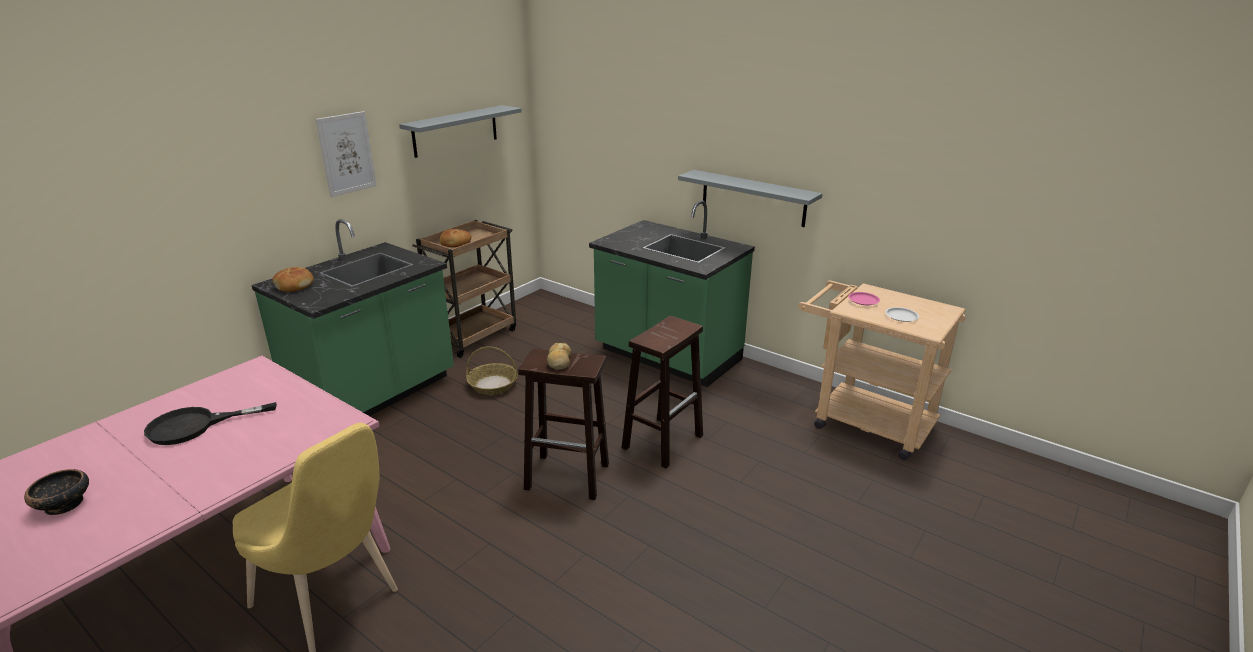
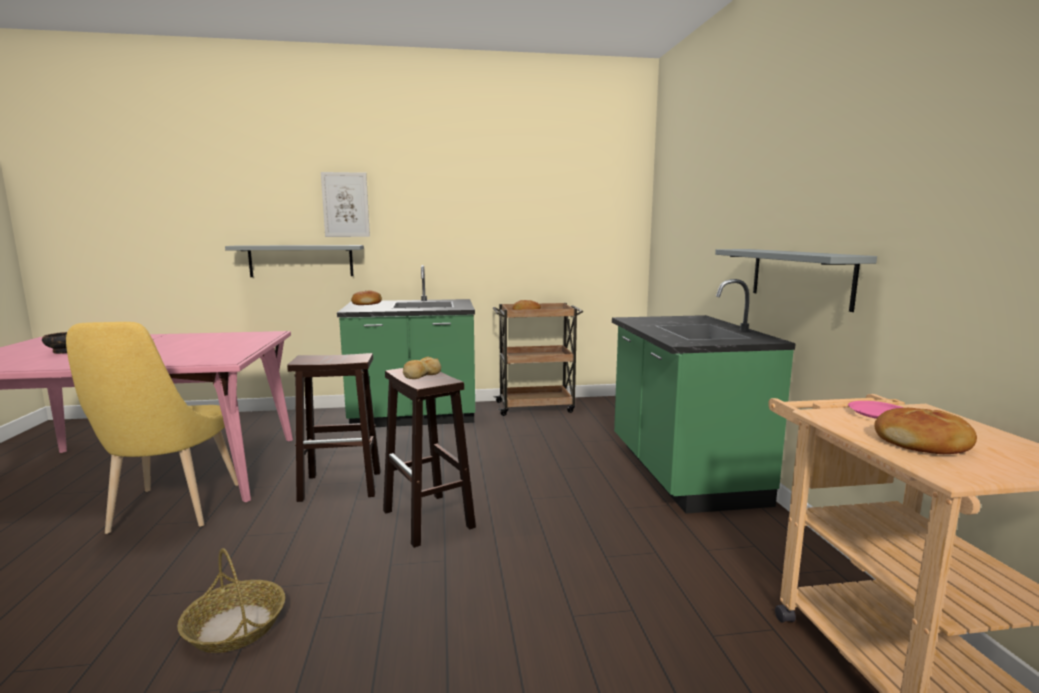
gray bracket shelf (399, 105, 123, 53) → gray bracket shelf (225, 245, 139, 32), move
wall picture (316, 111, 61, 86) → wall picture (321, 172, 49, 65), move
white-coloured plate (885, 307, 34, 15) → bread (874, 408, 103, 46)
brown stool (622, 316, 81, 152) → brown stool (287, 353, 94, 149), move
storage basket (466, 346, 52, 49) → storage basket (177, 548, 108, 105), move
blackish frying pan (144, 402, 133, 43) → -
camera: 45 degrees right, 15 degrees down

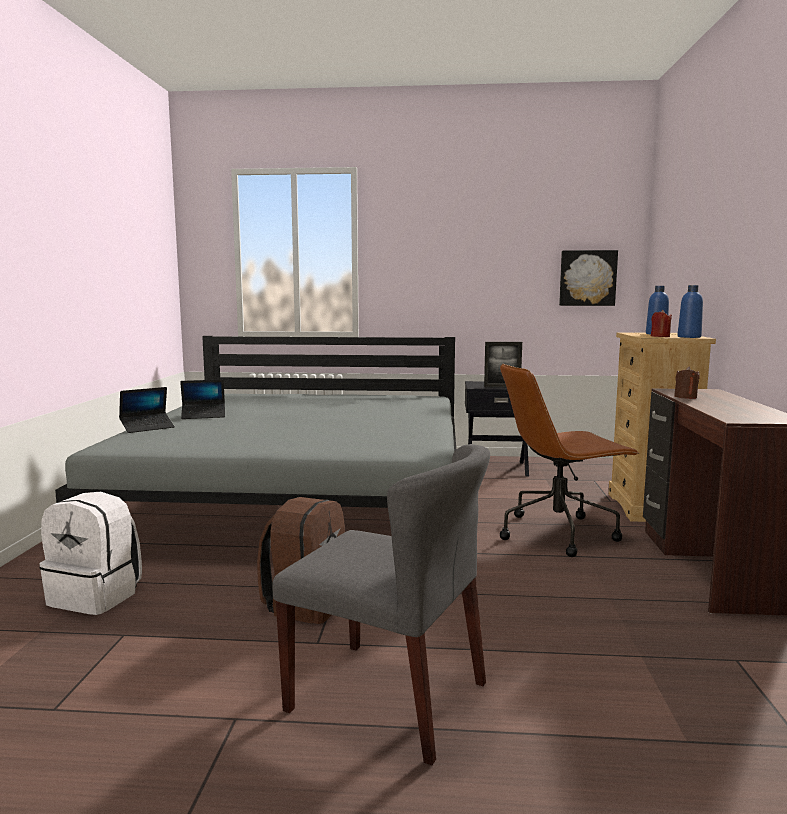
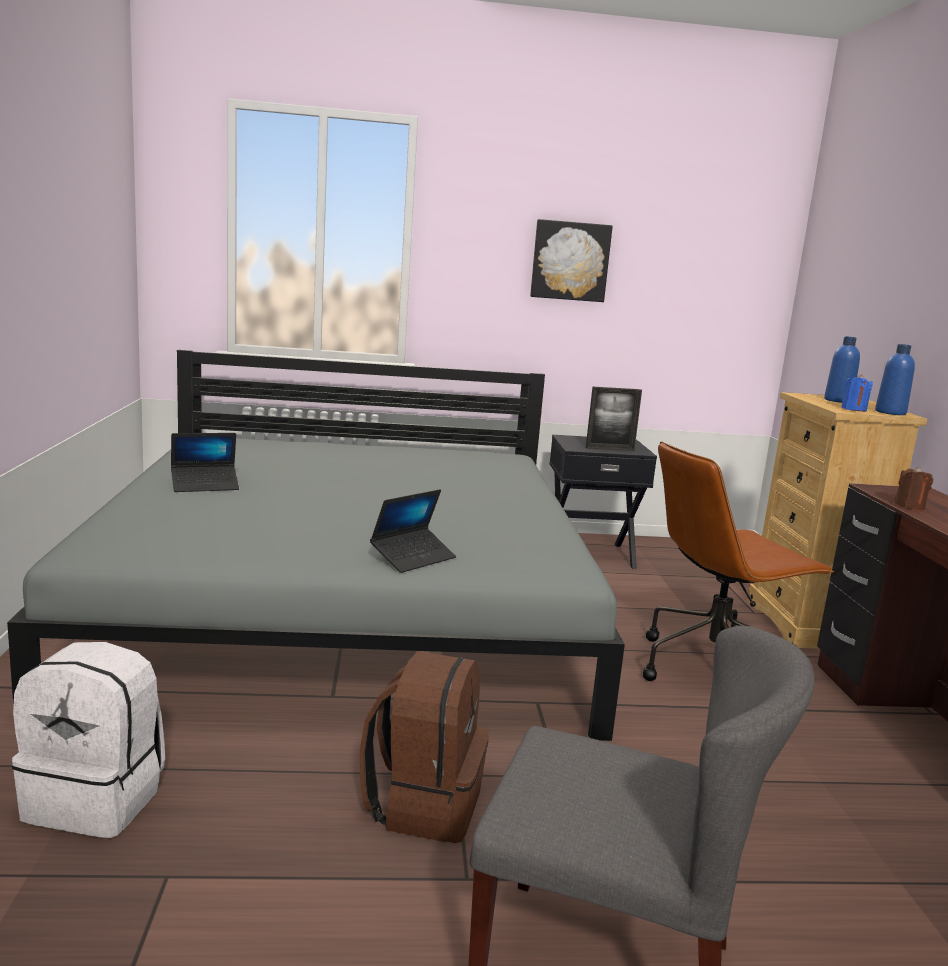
wall picture (559, 250, 59, 56) → wall picture (530, 219, 83, 83), move
red-coloured wax light (651, 310, 21, 27) → blue wax light (841, 374, 32, 38)
laptop (119, 387, 56, 46) → laptop (370, 489, 86, 84), move
camera: 10 degrees left, 5 degrees up

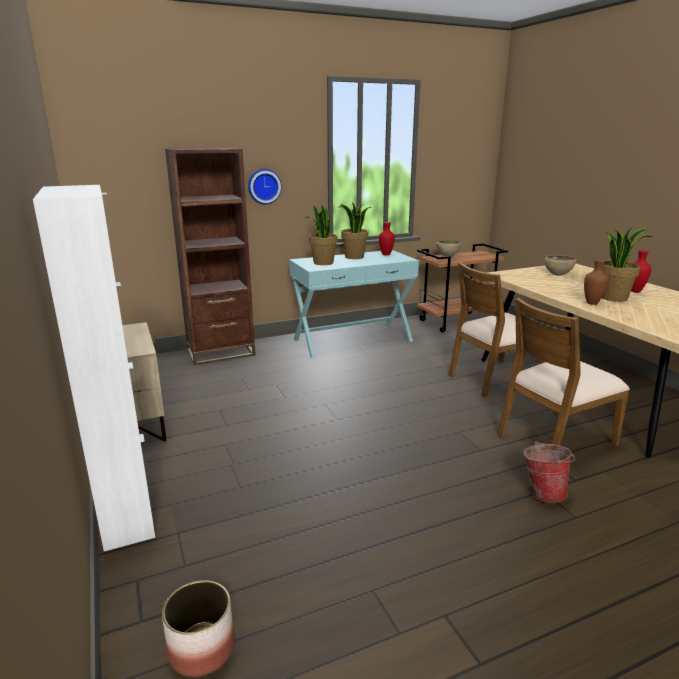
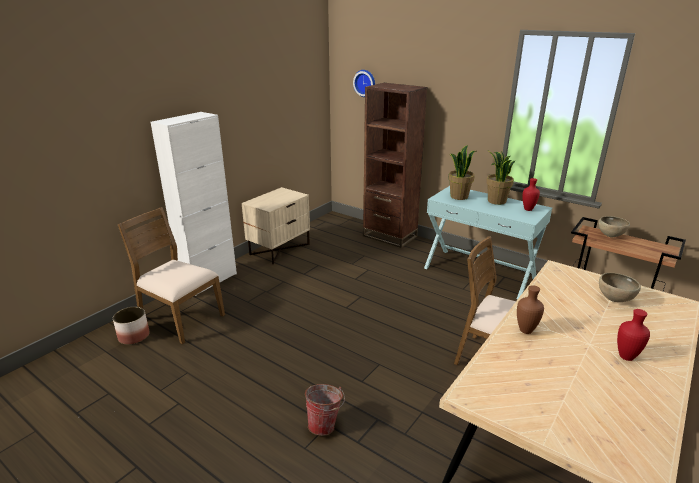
wall clock (248, 169, 34, 35) → wall clock (353, 70, 22, 27), move
houseplant (602, 228, 50, 74) → -
brown plain chair (498, 298, 132, 149) → brown plain chair (118, 207, 107, 137), move
camera: 60 degrees right, 5 degrees up

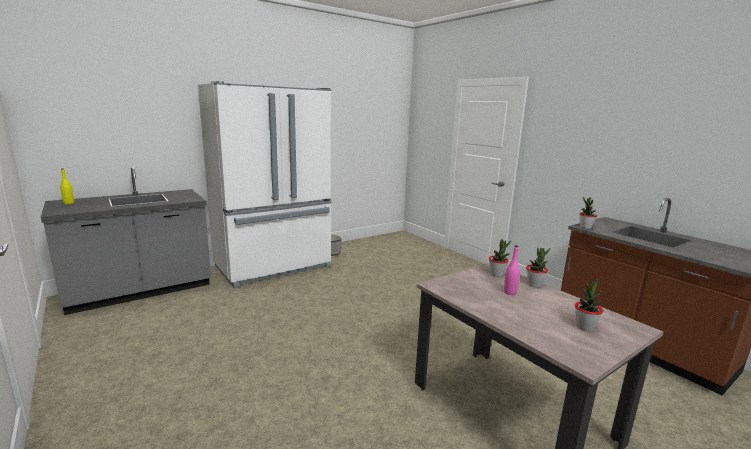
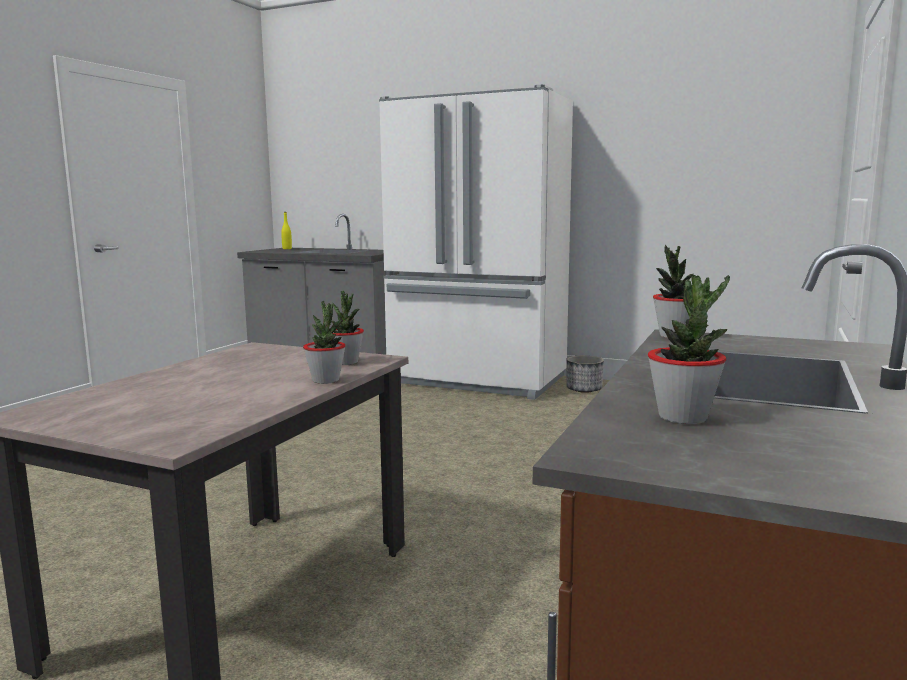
pink bottle (504, 245, 16, 50) → -
houseplant (575, 279, 28, 52) → houseplant (648, 275, 82, 149), move
camera: 60 degrees right, 5 degrees down

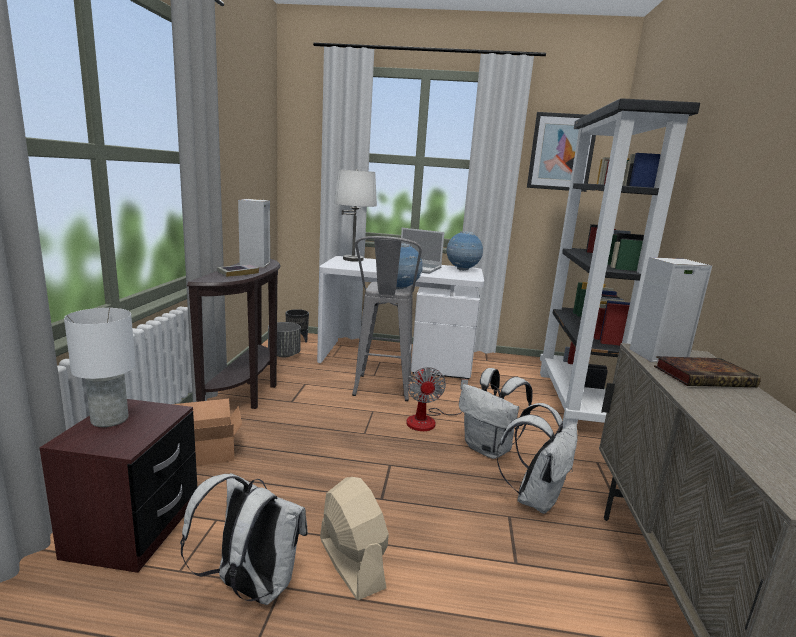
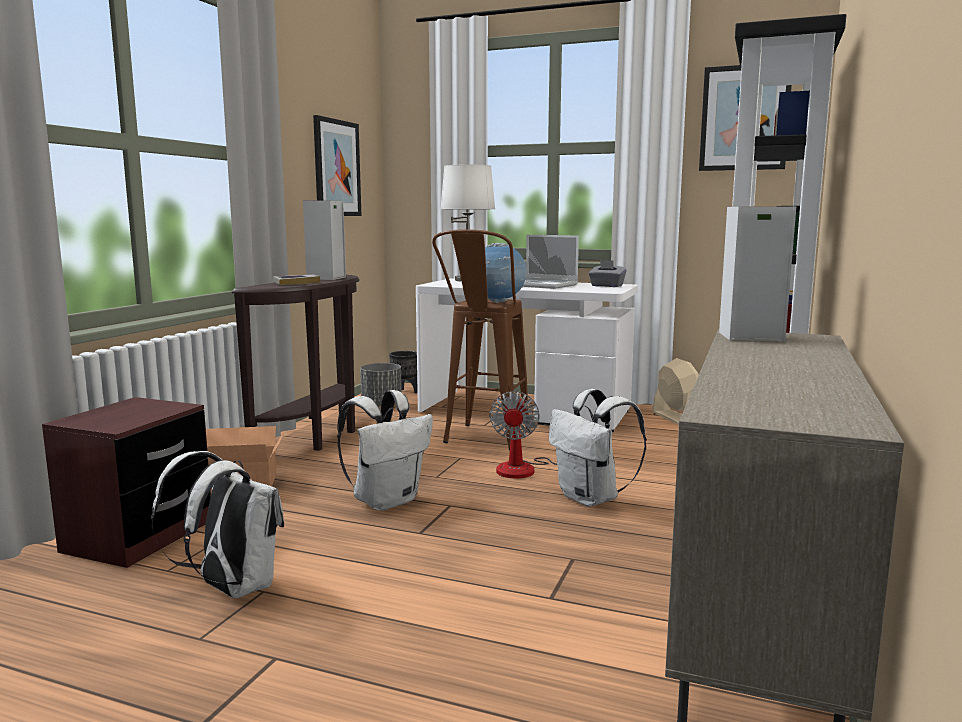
world globe (447, 231, 36, 40) → gray box of tissues (589, 260, 38, 27)
gray stool (352, 236, 70, 165) → brown stool (432, 229, 98, 221)
white-coloured table lamp (64, 308, 72, 119) → -
volume (654, 356, 107, 31) → -
white-coloured rucksack (496, 403, 82, 111) → white-coloured rucksack (337, 390, 96, 121), move
beige-coloured cooling fan (320, 477, 69, 123) → beige-coloured cooling fan (652, 358, 47, 67), move
- → wall picture (313, 115, 49, 101)
camera: 15 degrees right, 5 degrees down

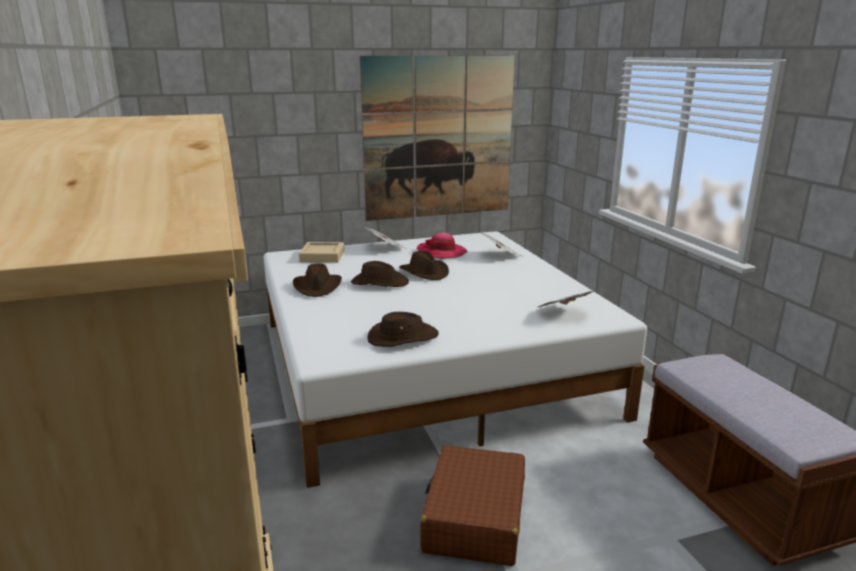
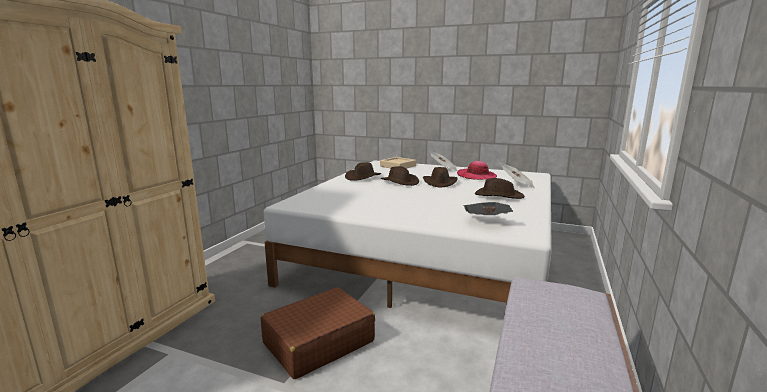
wall picture (360, 55, 155, 166) → -
brown wearable hat (367, 312, 72, 35) → brown wearable hat (475, 178, 50, 21), move
camera: 40 degrees right, 5 degrees down

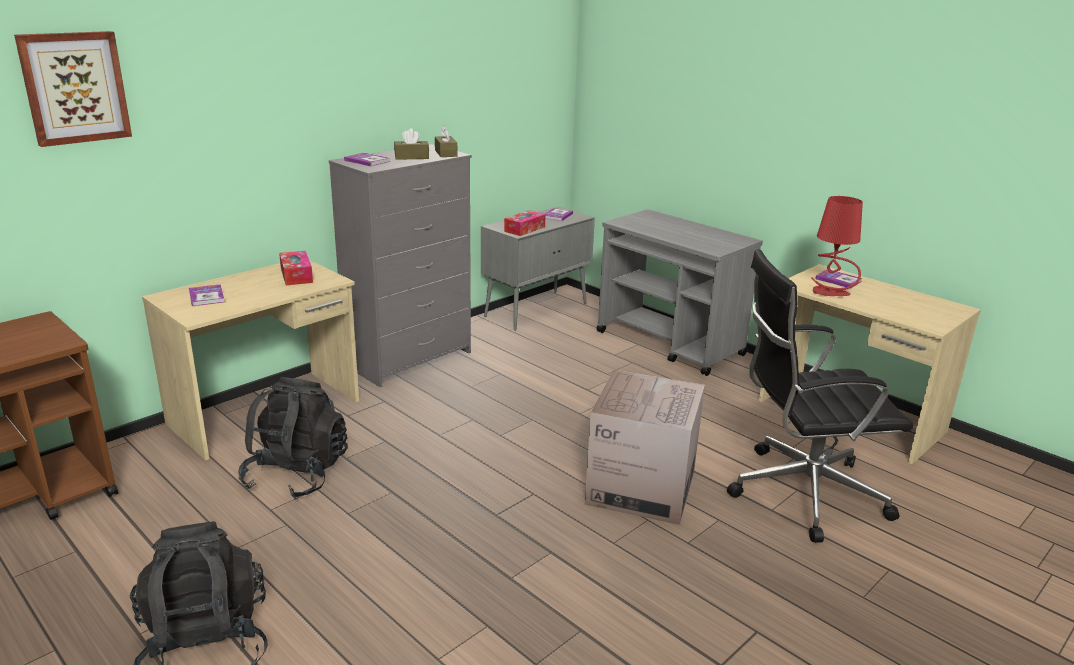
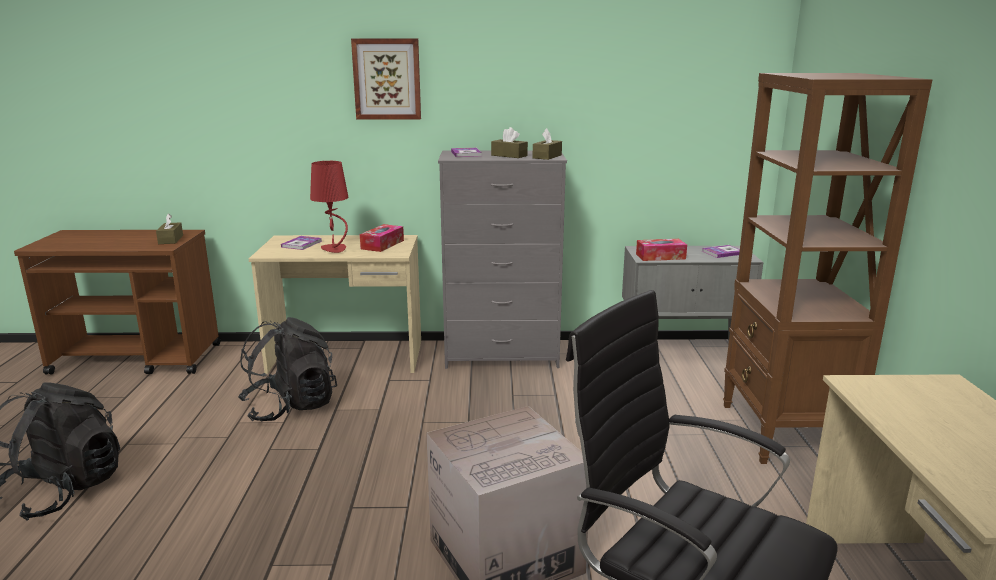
wall picture (14, 31, 118, 116) → wall picture (351, 38, 70, 82), move
red-coloured table lamp (811, 196, 52, 100) → red-coloured table lamp (310, 161, 38, 92), move
gray trolley (596, 209, 167, 167) → brown bookshelf (723, 73, 209, 391)
volume (815, 269, 47, 20) → -
- → brown box of tissues (156, 213, 27, 31)
camera: 45 degrees right, 5 degrees down

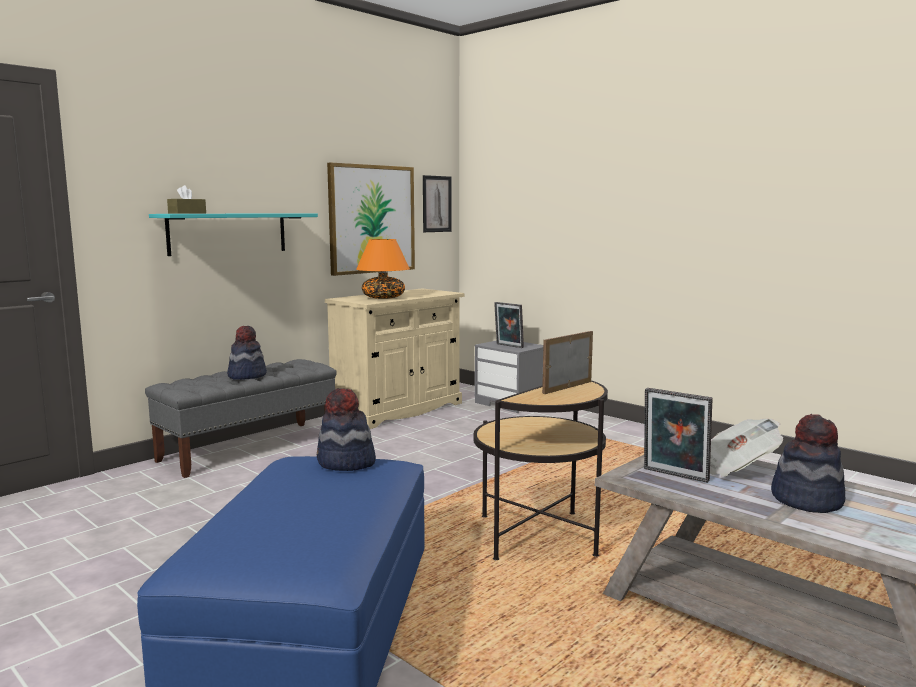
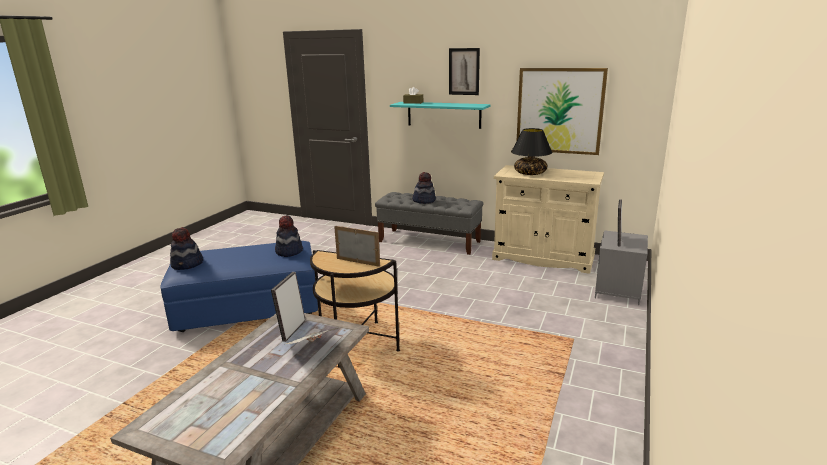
wall picture (423, 175, 29, 57) → wall picture (449, 48, 31, 47), move
orange-coloured table lamp (356, 239, 54, 60) → blackish table lamp (511, 128, 41, 47)
wearable hat (771, 414, 74, 99) → wearable hat (170, 227, 33, 43), move
camera: 70 degrees right, 10 degrees up

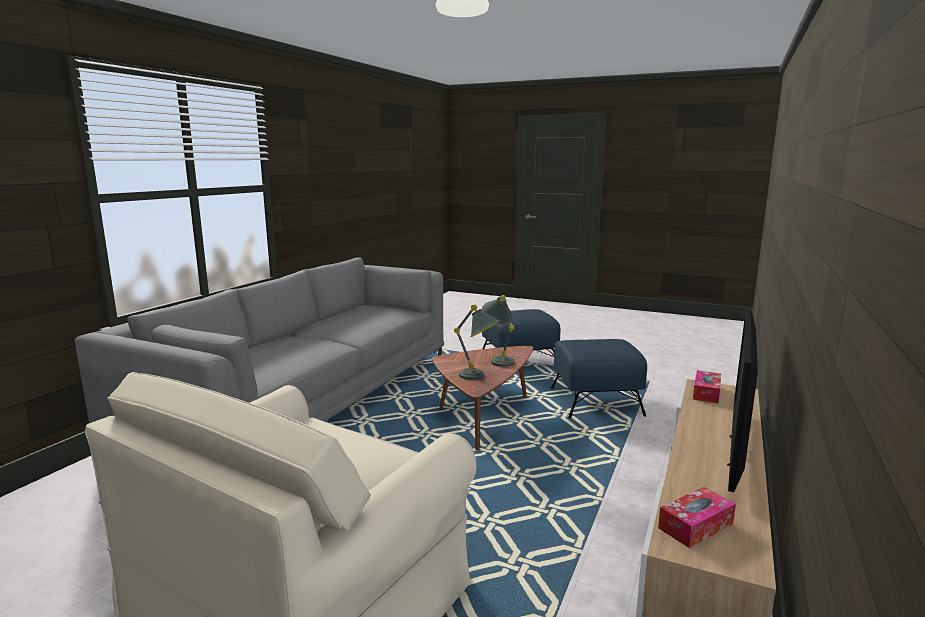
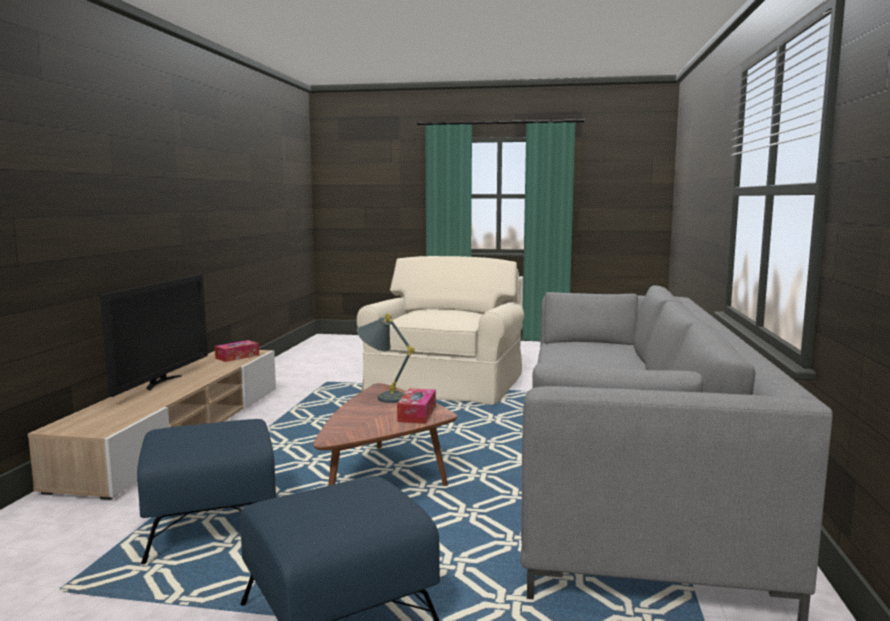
gray table lamp (482, 295, 33, 72) → -
box of tissues (693, 370, 28, 33) → box of tissues (397, 388, 39, 36), move
camera: 165 degrees right, 5 degrees down

